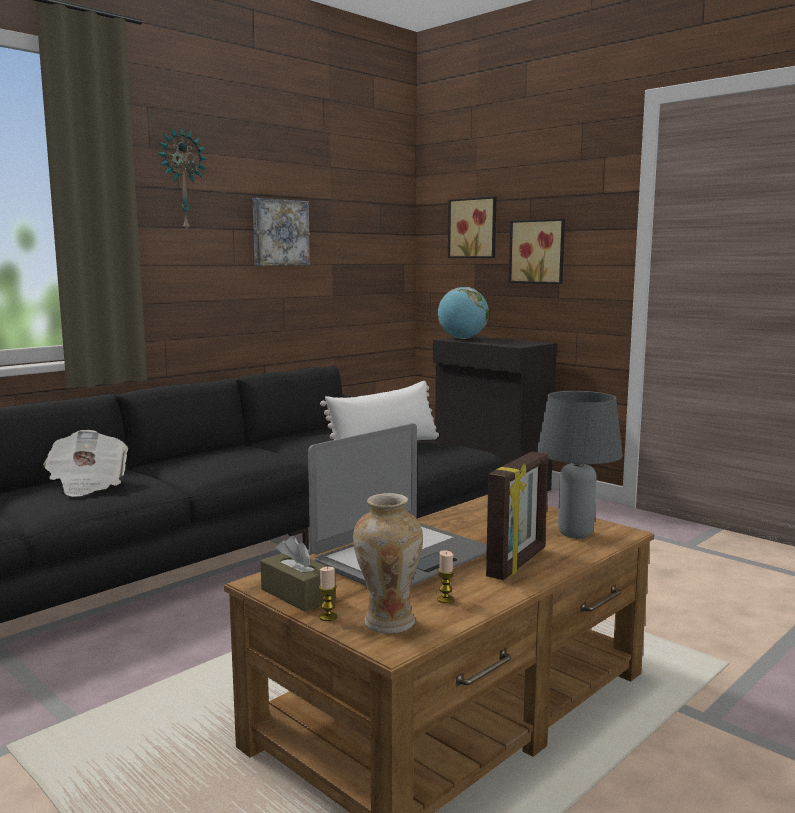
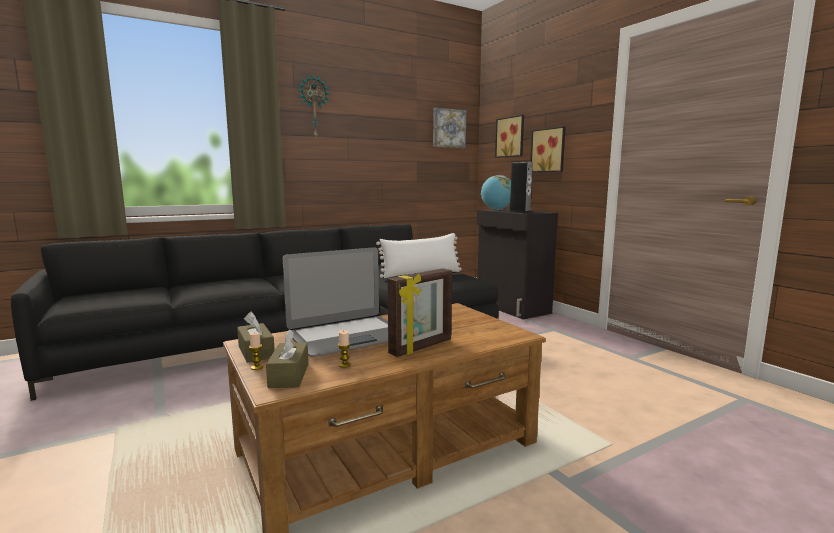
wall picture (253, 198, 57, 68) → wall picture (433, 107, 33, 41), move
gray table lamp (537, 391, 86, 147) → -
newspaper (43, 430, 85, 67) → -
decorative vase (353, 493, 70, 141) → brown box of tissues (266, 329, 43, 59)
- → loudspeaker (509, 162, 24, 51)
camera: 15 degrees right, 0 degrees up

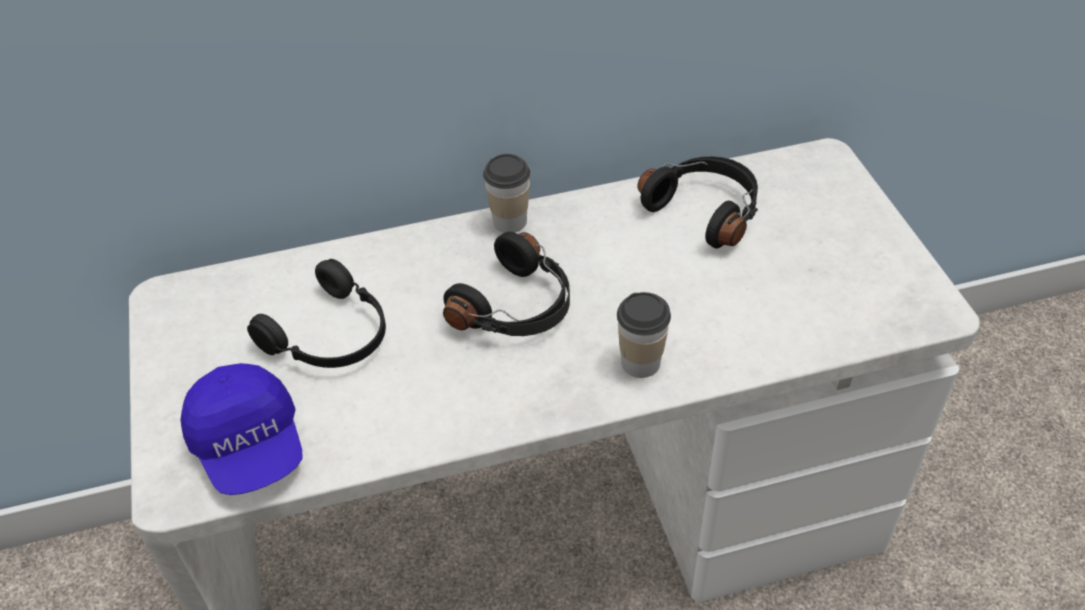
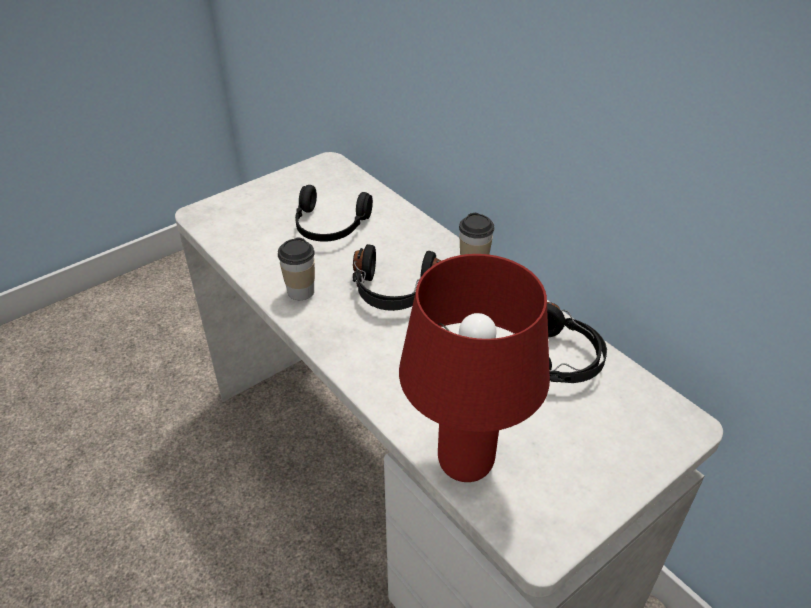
small cup (617, 292, 54, 86) → small cup (278, 238, 37, 62), move
blue peaked cap (180, 363, 122, 132) → -
- → red-coloured table lamp (399, 254, 151, 228)
camera: 65 degrees right, 5 degrees down

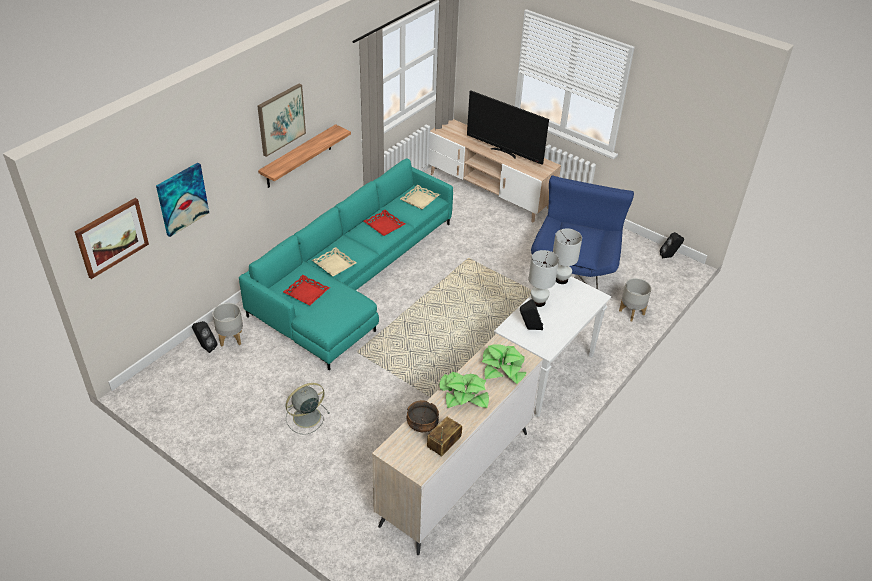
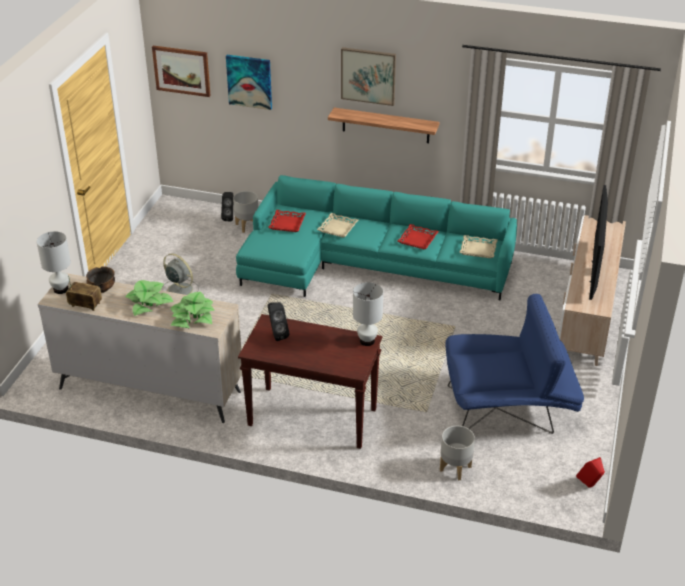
blackish loudspeaker (660, 232, 24, 26) → red-coloured loudspeaker (576, 457, 29, 31)
white-coloured table lamp (529, 250, 30, 57) → white-coloured table lamp (36, 231, 35, 63), move
white-coloured hall table (494, 276, 117, 142) → brown hall table (238, 314, 144, 135)
camera: 70 degrees right, 5 degrees down

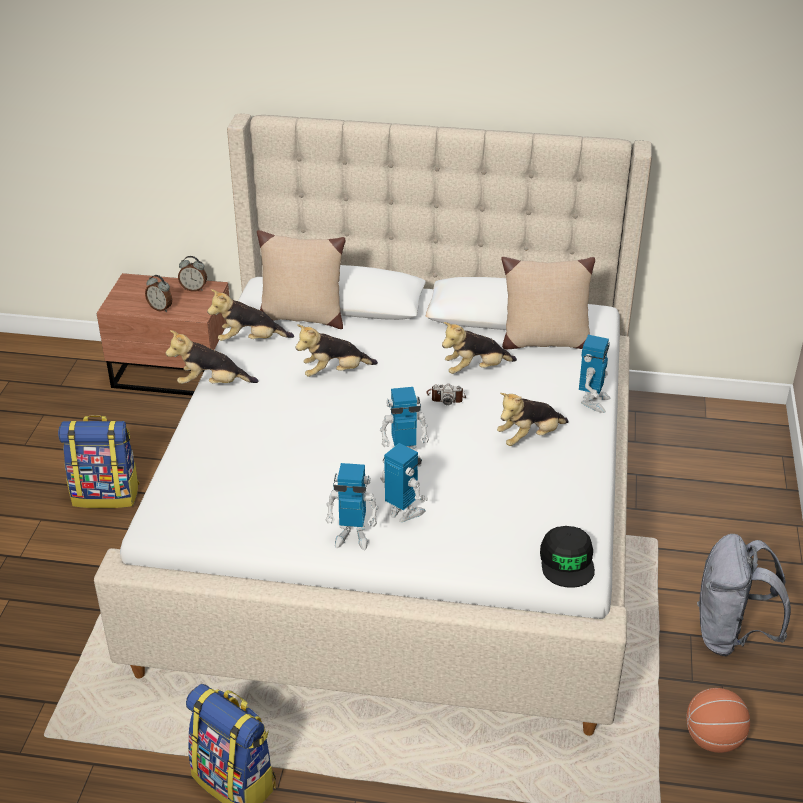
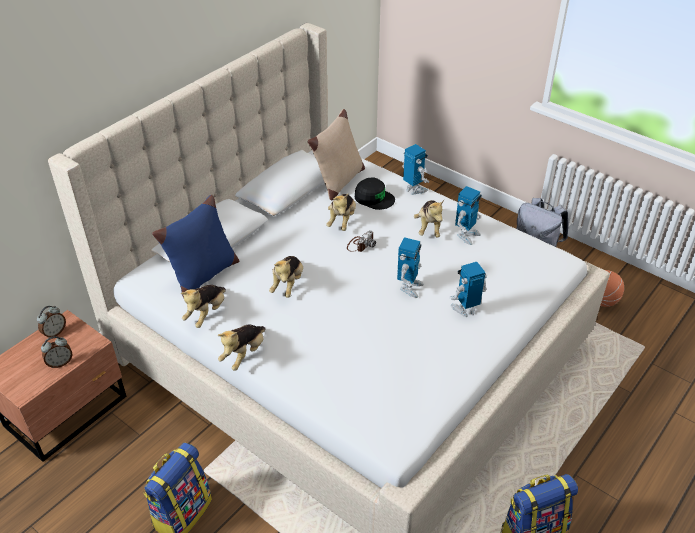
beige-coloured throw pillow (257, 230, 89, 99) → blue throw pillow (152, 195, 87, 103)
toy robot (325, 463, 54, 87) → toy robot (455, 186, 26, 59), move
blackish peaked cap (540, 526, 55, 62) → blackish peaked cap (355, 178, 40, 32), move
camera: 60 degrees left, 5 degrees up

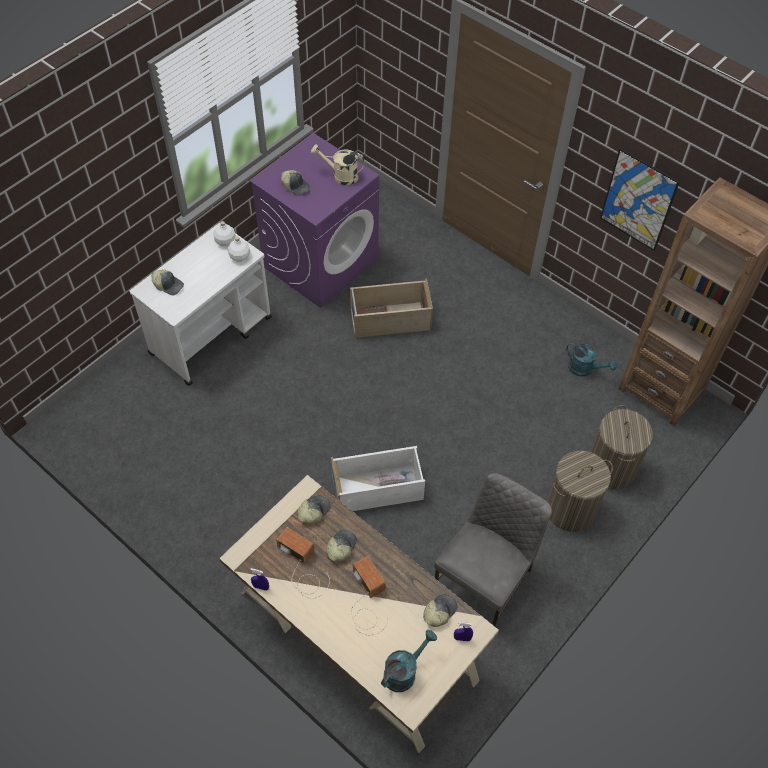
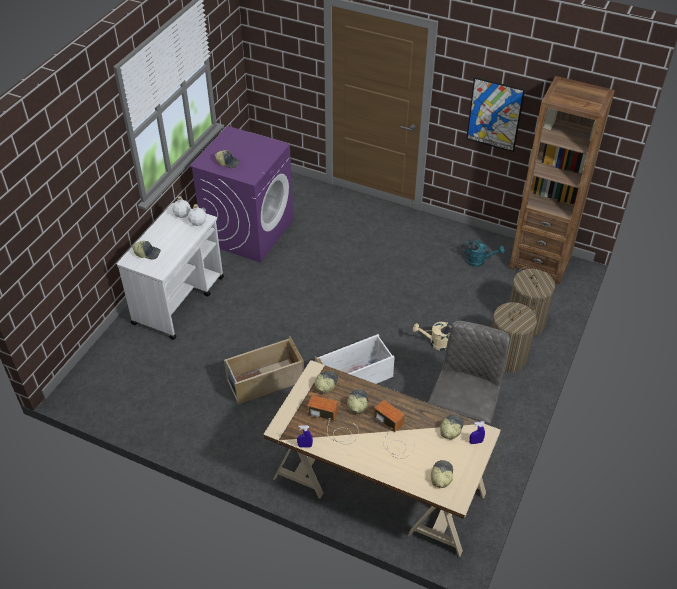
beige-coloured sprinkling can (311, 144, 54, 41) → beige-coloured sprinkling can (413, 322, 40, 29), move
beige-coloured storage bin (350, 278, 83, 60) → beige-coloured storage bin (224, 336, 80, 68), move
blue-green sprinkling can (381, 630, 56, 62) → peaked cap (431, 460, 22, 28)
camera: 15 degrees left, 10 degrees down

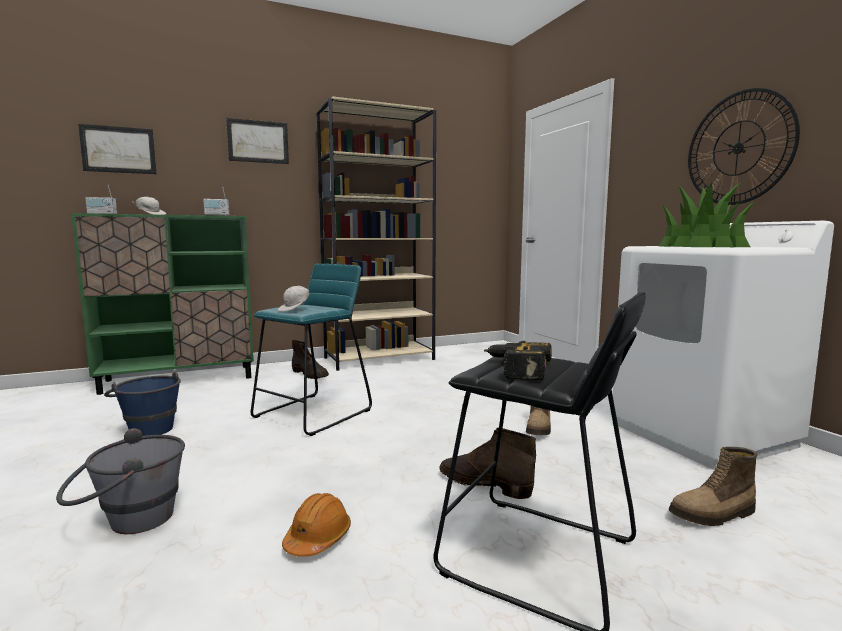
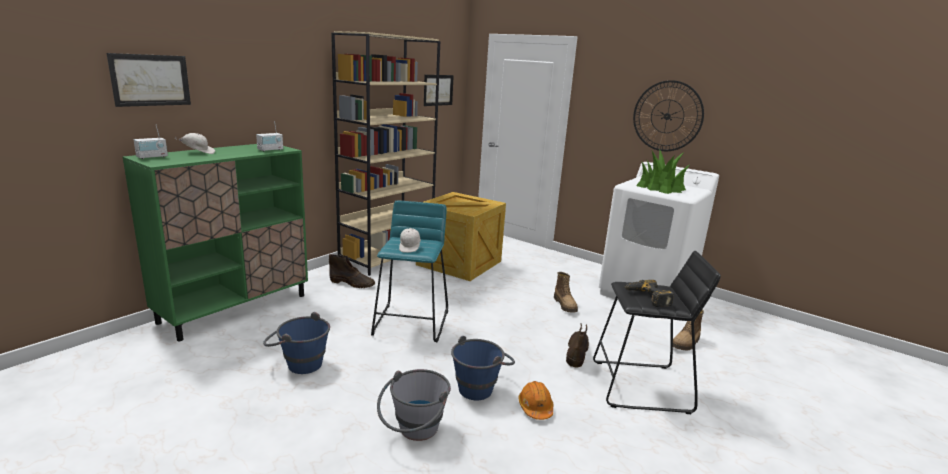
wall picture (226, 118, 63, 46) → wall picture (424, 75, 30, 31), move
brown high-top boot (439, 427, 97, 72) → brown high-top boot (566, 323, 23, 44), 105 degrees clockwise
- → shipping crate (416, 192, 90, 89)
- → blue pail (451, 336, 64, 64)
camera: 30 degrees left, 10 degrees up

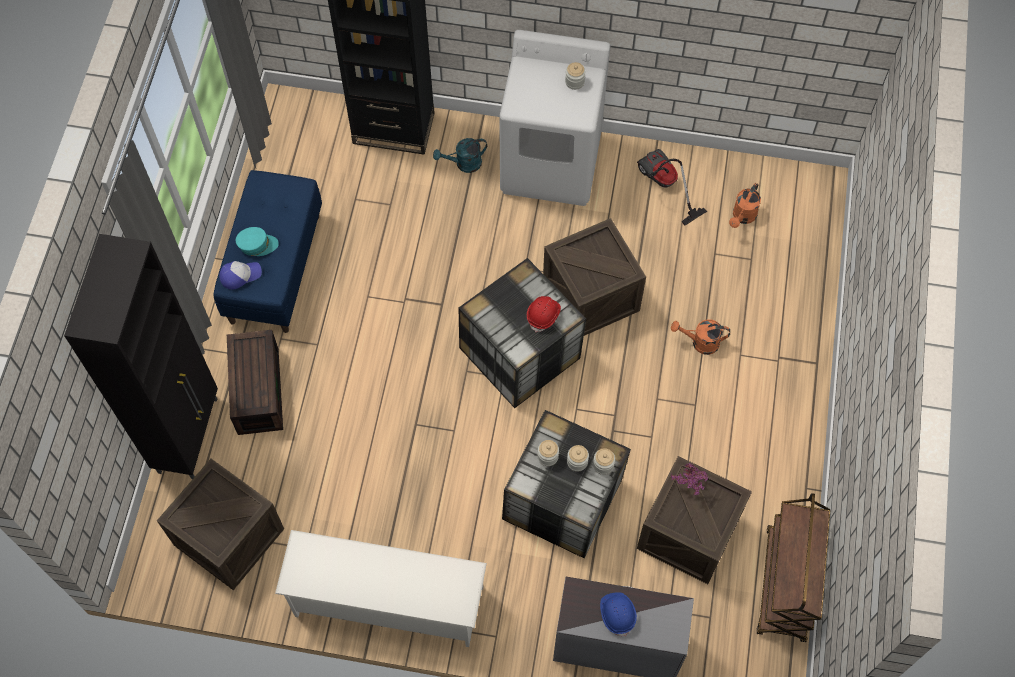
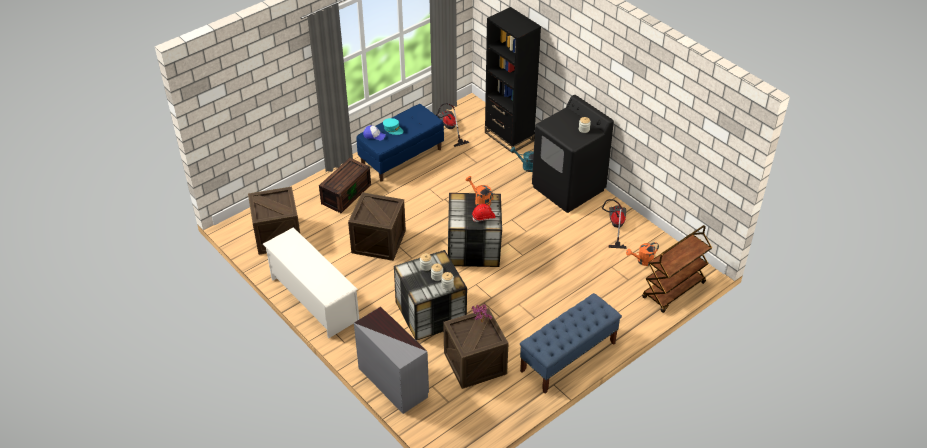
white-coloured washing machine (499, 30, 112, 176) → blackish washing machine (532, 95, 82, 118)
shipping crate (543, 218, 103, 118) → shipping crate (348, 192, 58, 69), move
blackish storage cabinet (64, 234, 154, 245) → -
orange-coloured sprinkling can (671, 319, 59, 36) → orange-coloured sprinkling can (466, 176, 28, 30), move
brown trolley (757, 493, 73, 150) → brown trolley (642, 225, 70, 88), move
blue safety helmet (600, 592, 37, 44) → -
- → vacuum (436, 103, 33, 44)
- → blue long seat (520, 293, 102, 100)
camera: 40 degrees right, 20 degrees down

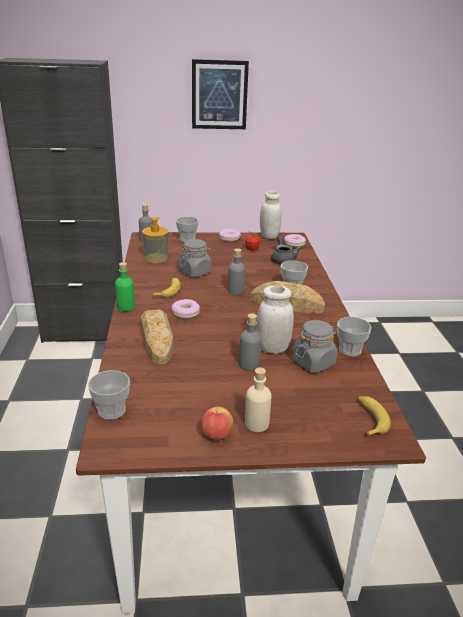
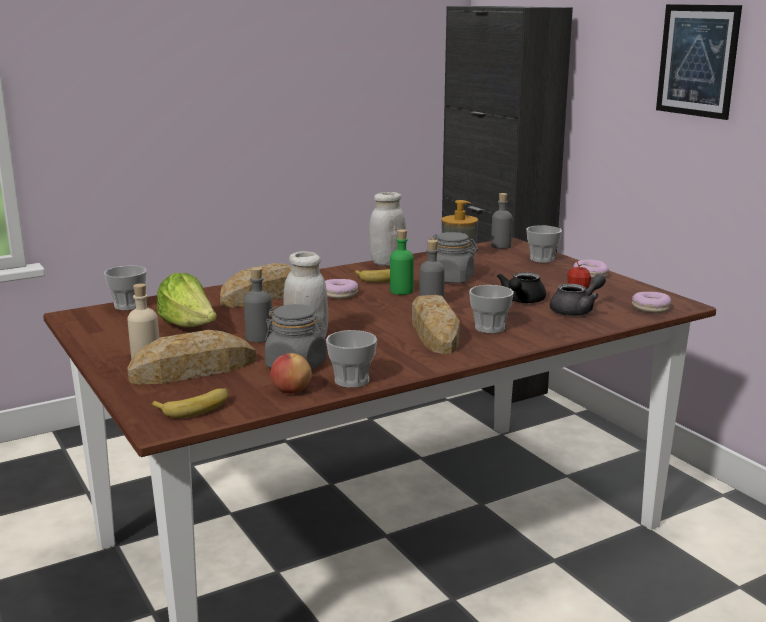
white-coloured preserve jar (260, 191, 21, 48) → white-coloured preserve jar (369, 192, 37, 74), move
greenish bottle (115, 262, 20, 49) → greenish bottle (390, 229, 24, 66), move
apple fruit (200, 406, 33, 34) → apple fruit (270, 353, 42, 40), move
- → blackish teapot (497, 272, 49, 31)
- → lettuce (157, 273, 60, 54)
- → bread (127, 330, 129, 54)
camera: 65 degrees right, 10 degrees down

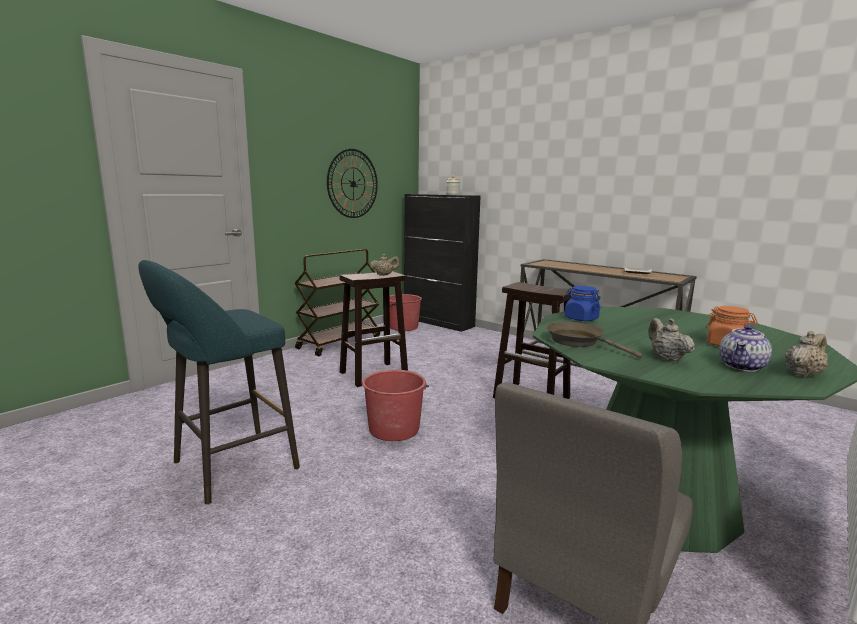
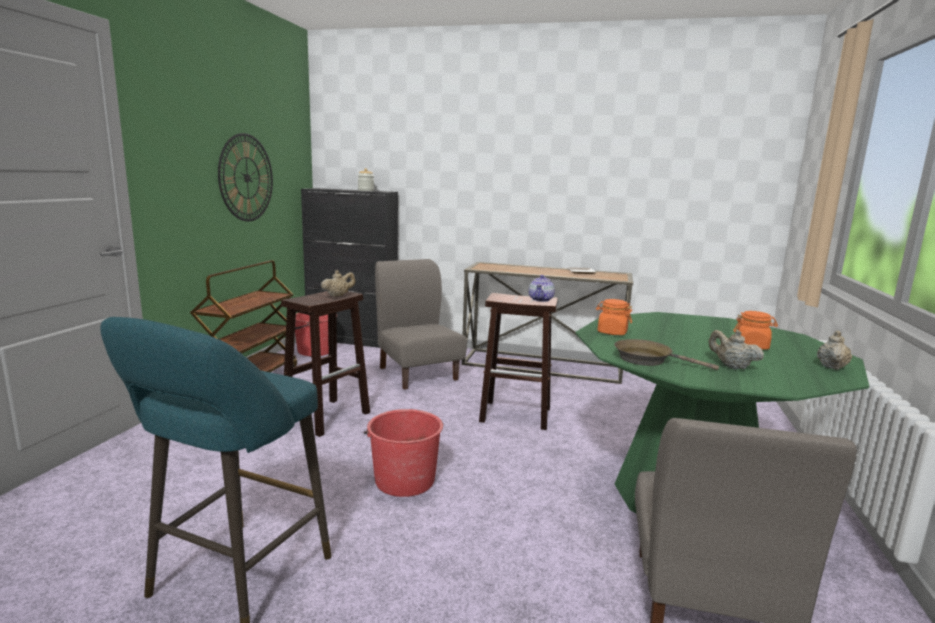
blue preserve jar (565, 286, 36, 35) → orange-coloured preserve jar (596, 299, 36, 36)
teapot (719, 325, 53, 47) → teapot (529, 275, 26, 27), move
- → gray plain chair (375, 259, 92, 131)
camera: 25 degrees left, 0 degrees up

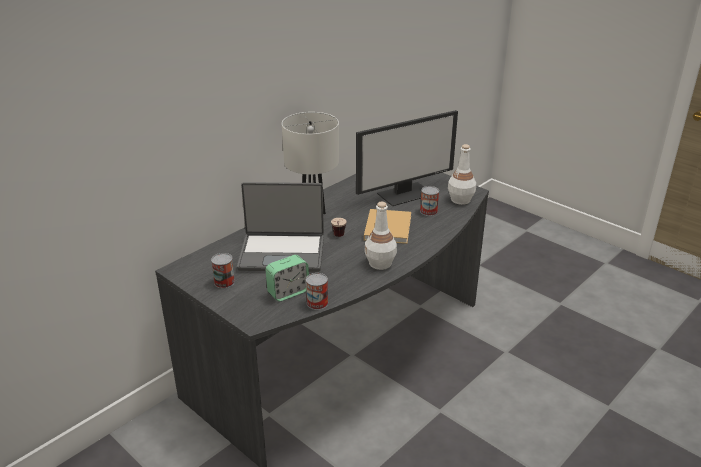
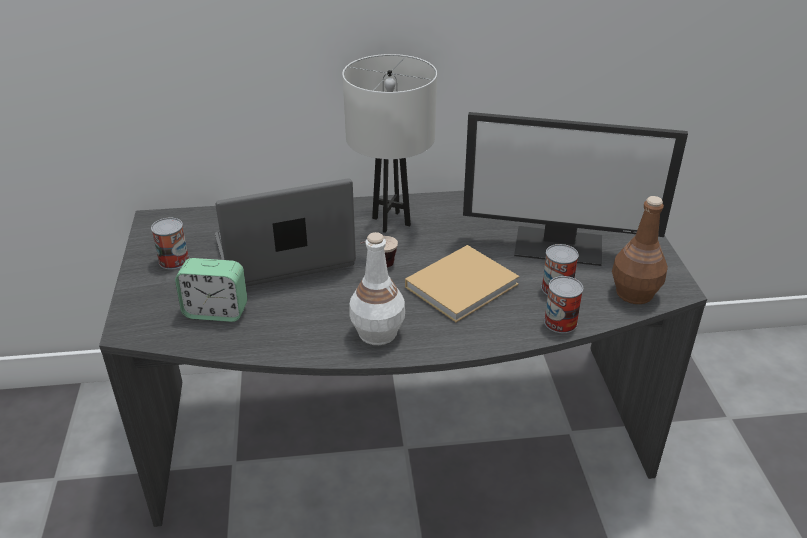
white-coloured bottle (448, 144, 28, 61) → brown bottle (612, 196, 56, 108)
laptop (237, 182, 87, 90) → laptop (215, 178, 141, 109), 120 degrees clockwise
metal can (306, 273, 22, 37) → metal can (544, 276, 39, 57), move
camera: 40 degrees right, 5 degrees up

